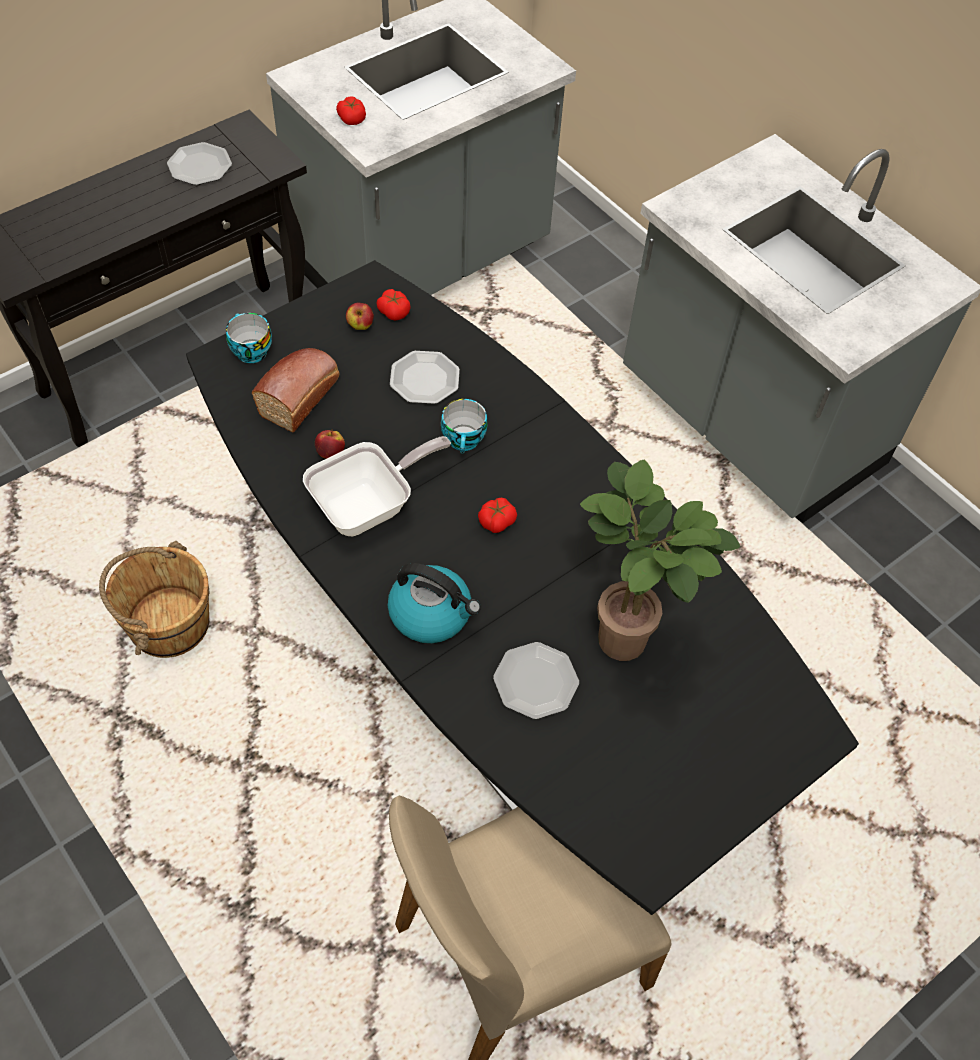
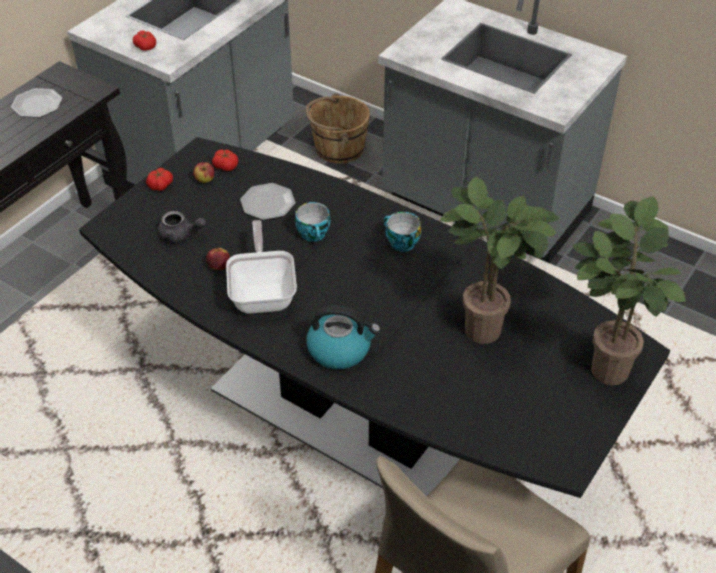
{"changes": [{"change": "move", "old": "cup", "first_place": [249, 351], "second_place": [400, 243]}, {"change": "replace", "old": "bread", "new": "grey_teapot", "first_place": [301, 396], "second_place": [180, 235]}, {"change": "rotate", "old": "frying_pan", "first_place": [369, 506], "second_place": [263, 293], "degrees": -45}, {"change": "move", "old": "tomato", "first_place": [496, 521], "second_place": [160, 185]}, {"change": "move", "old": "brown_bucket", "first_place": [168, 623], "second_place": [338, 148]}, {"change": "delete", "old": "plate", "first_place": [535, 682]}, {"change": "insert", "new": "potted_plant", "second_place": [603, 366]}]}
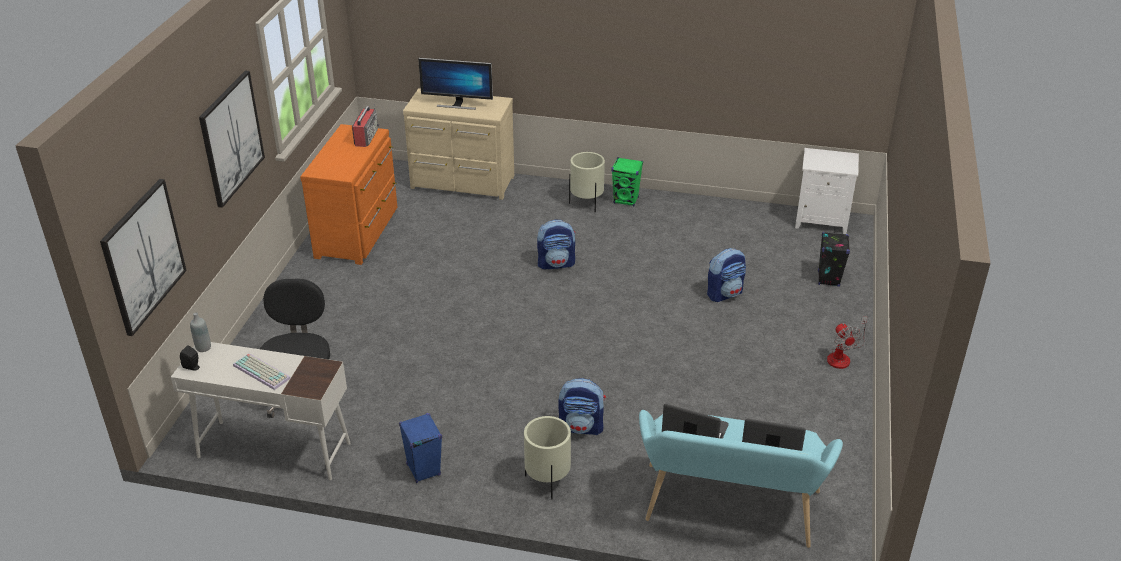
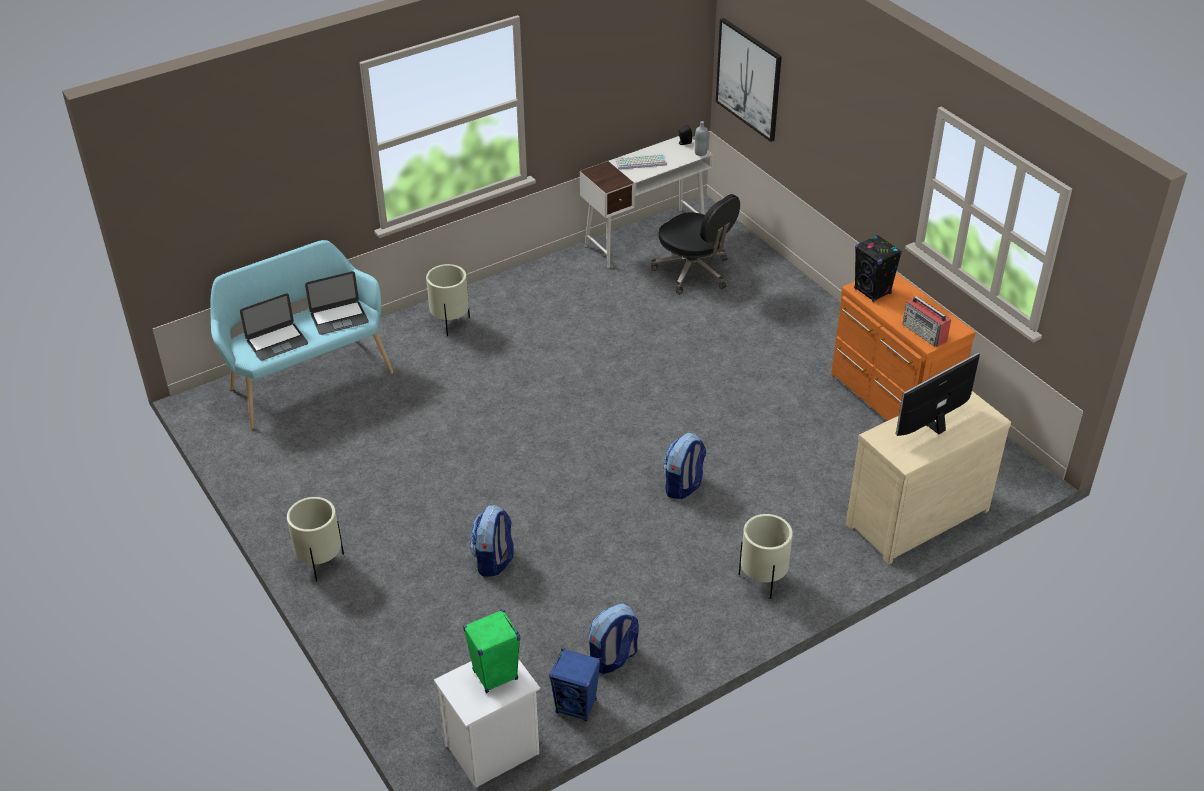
{"changes": [{"change": "delete", "old": "picture", "first_place": [231, 138]}, {"change": "move", "old": "green_speaker", "first_place": [626, 200], "second_place": [495, 675]}, {"change": "move", "old": "black_speaker", "first_place": [828, 279], "second_place": [872, 291]}, {"change": "replace", "old": "fan", "new": "beige_planter", "first_place": [842, 356], "second_place": [320, 563]}, {"change": "move", "old": "backpack", "first_place": [581, 427], "second_place": [613, 658]}, {"change": "move", "old": "blue_speaker", "first_place": [423, 469], "second_place": [576, 706]}]}
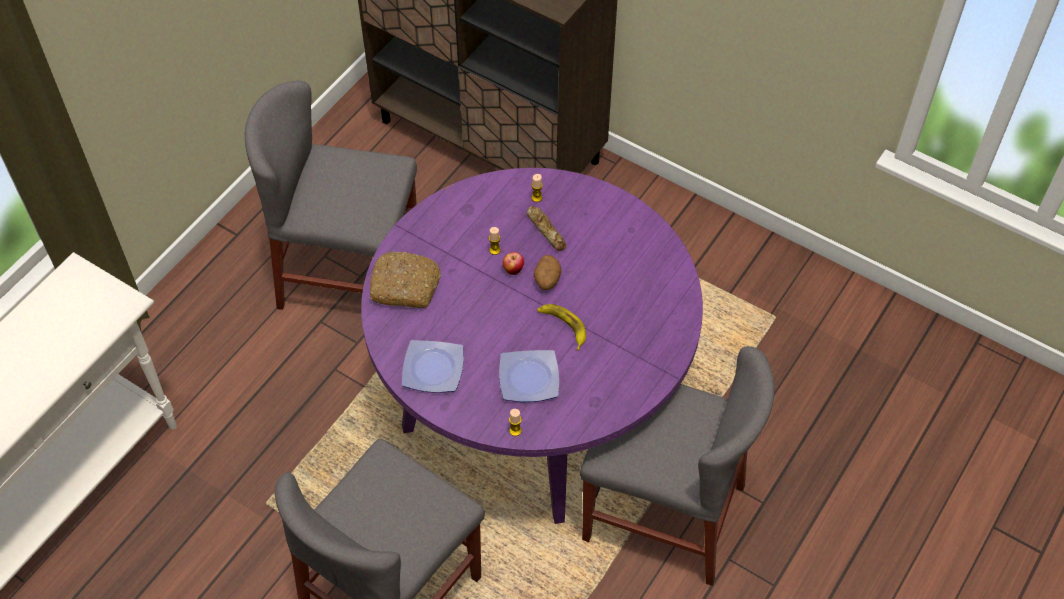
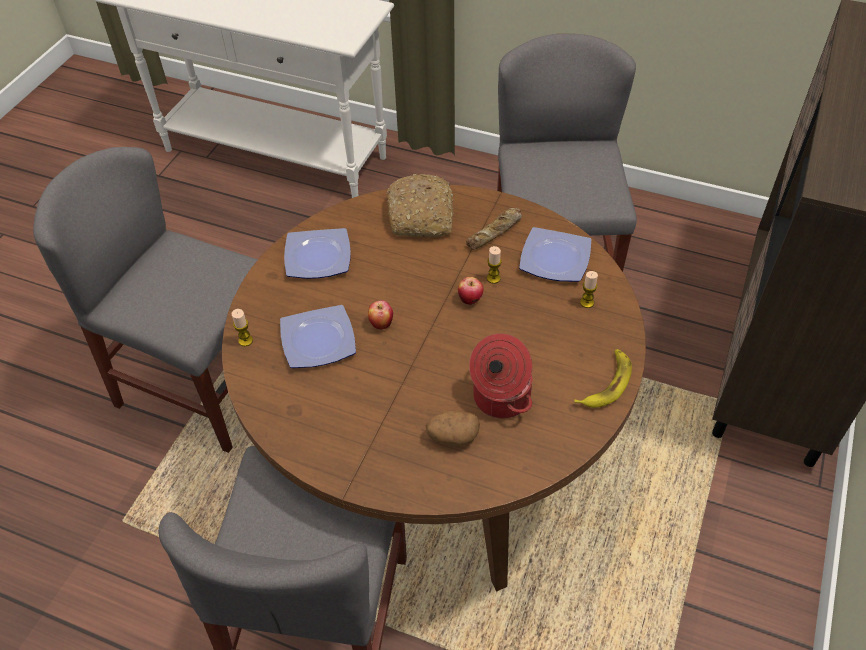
{"changes": [{"change": "recolor", "old": "purple_dining_table", "new": "brown_dining_table", "first_place": [531, 407], "second_place": [437, 460]}, {"change": "move", "old": "bread", "first_place": [546, 230], "second_place": [495, 232]}, {"change": "move", "old": "potato", "first_place": [547, 280], "second_place": [452, 437]}, {"change": "move", "old": "banana", "first_place": [563, 326], "second_place": [606, 383]}, {"change": "insert", "new": "plate", "second_place": [556, 258]}, {"change": "insert", "new": "apple", "second_place": [381, 324]}, {"change": "insert", "new": "cooking_pot", "second_place": [500, 397]}]}
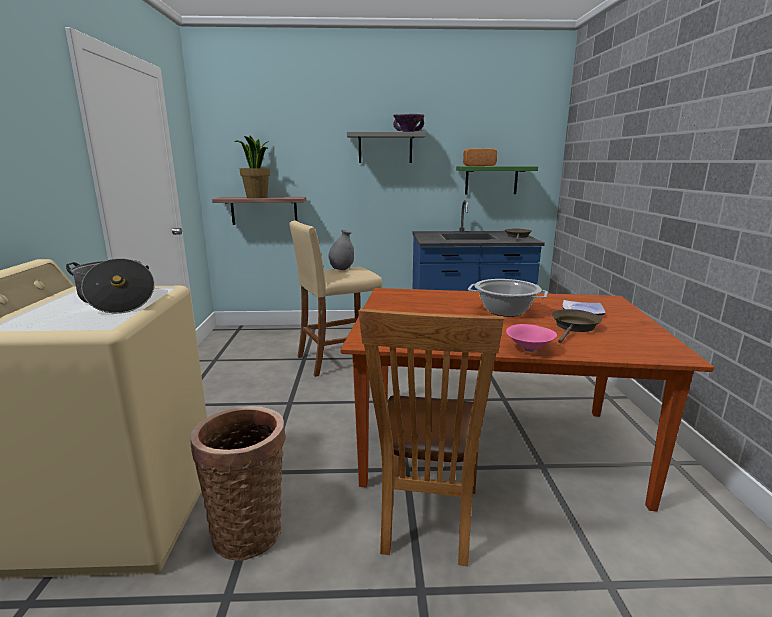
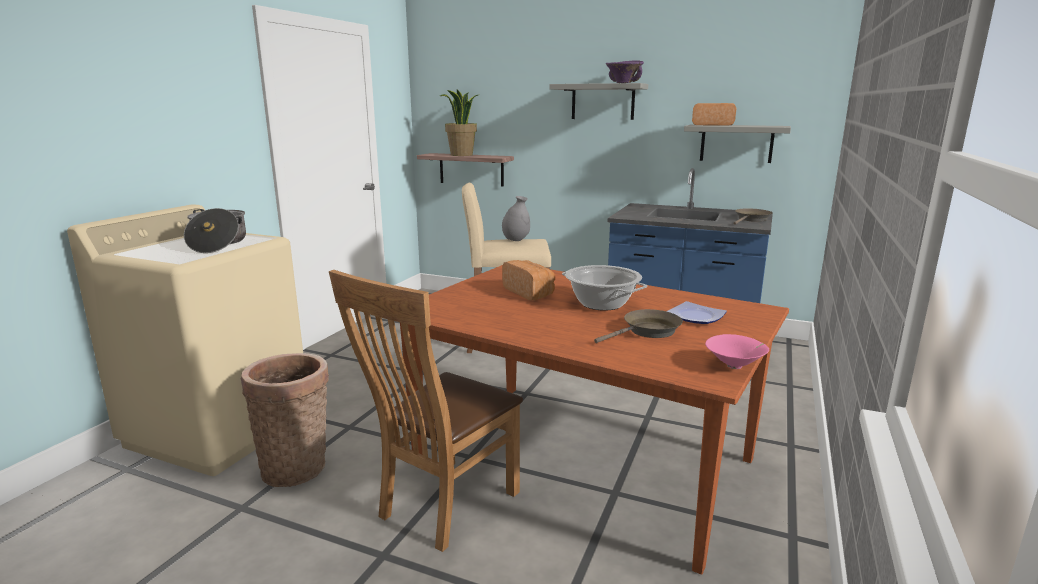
{"changes": [{"change": "recolor", "old": "green_shelf", "new": "grey_shelf", "first_place": [491, 180], "second_place": [736, 143]}, {"change": "move", "old": "pink_bowl", "first_place": [530, 349], "second_place": [735, 366]}, {"change": "insert", "new": "bread", "second_place": [529, 292]}]}
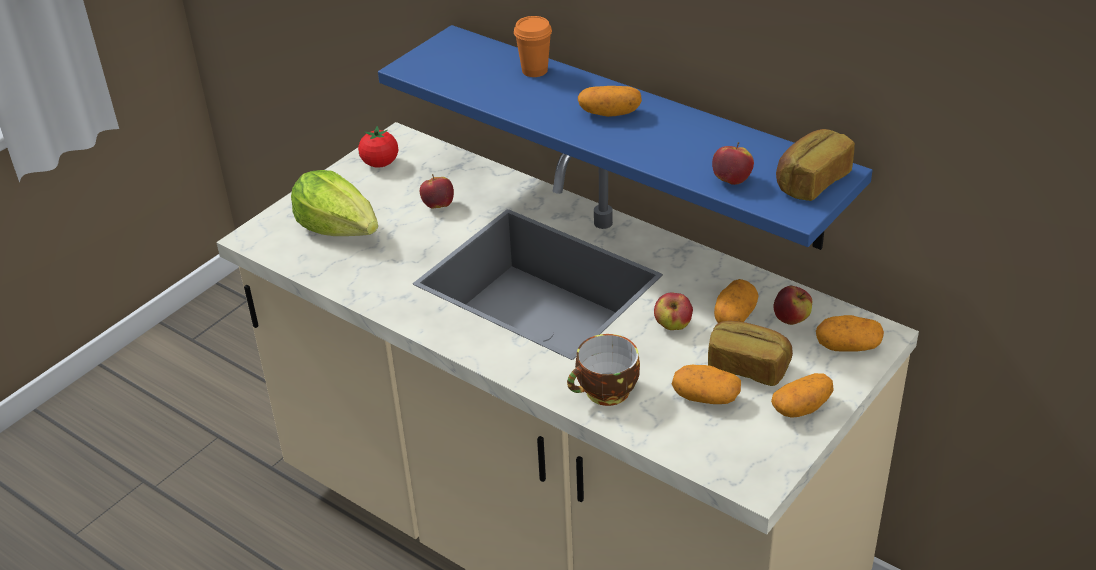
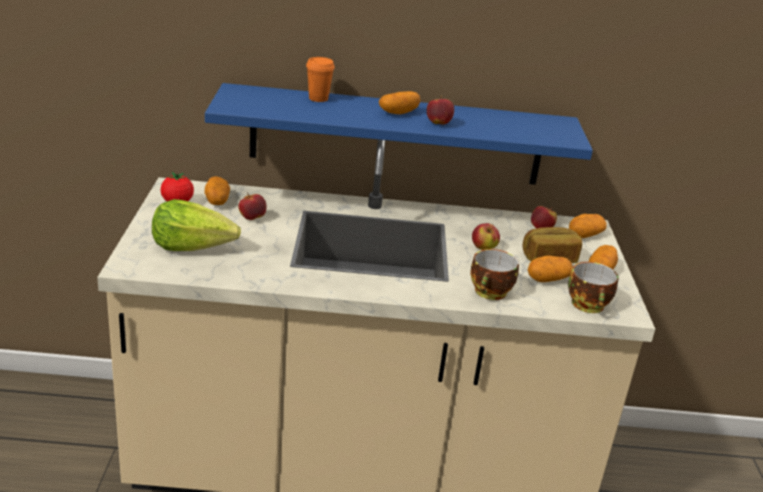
{"changes": [{"change": "delete", "old": "bread", "first_place": [811, 181]}, {"change": "move", "old": "apple", "first_place": [731, 180], "second_place": [438, 123]}, {"change": "move", "old": "potato", "first_place": [734, 316], "second_place": [217, 200]}, {"change": "insert", "new": "cup", "second_place": [589, 306]}]}
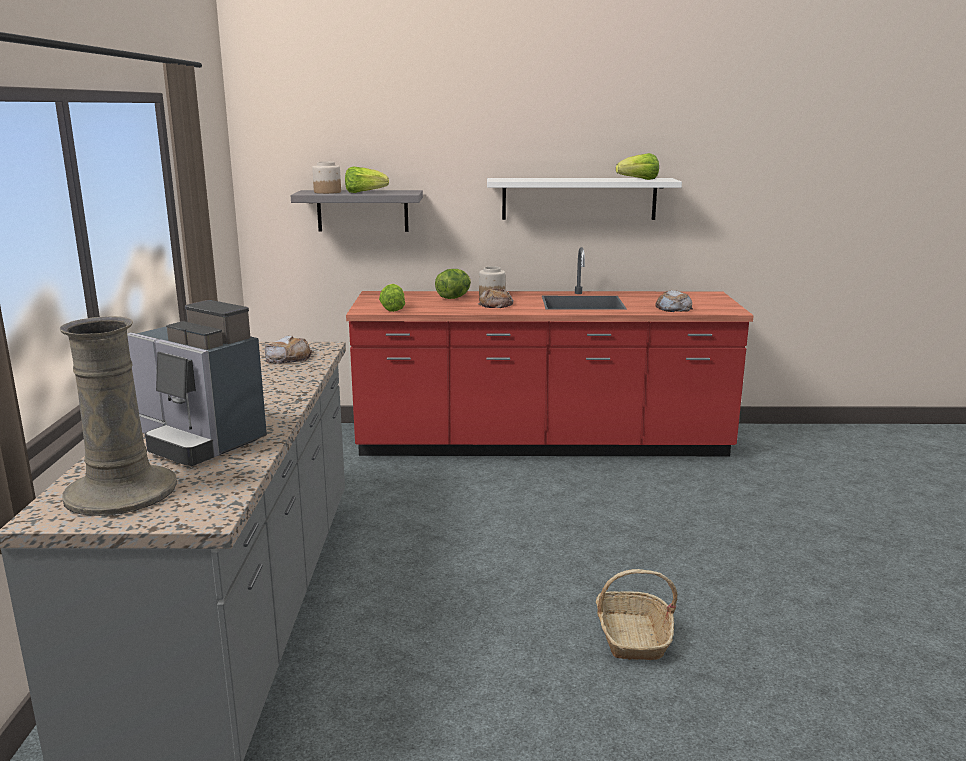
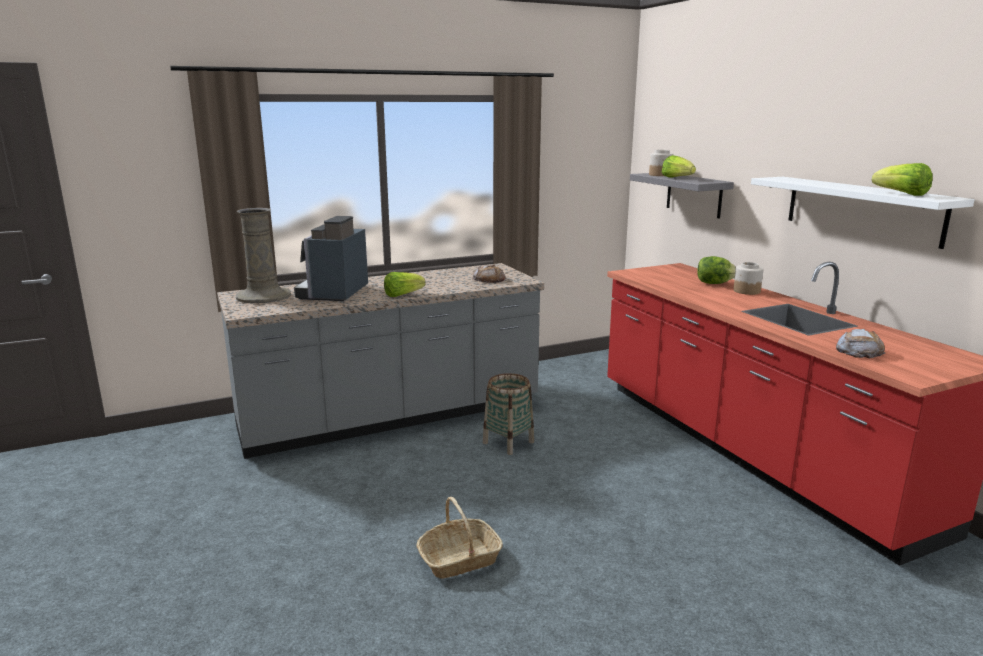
{"changes": [{"change": "move", "old": "lettuce", "first_place": [393, 308], "second_place": [402, 295]}, {"change": "delete", "old": "bread", "first_place": [496, 304]}, {"change": "insert", "new": "basket", "second_place": [508, 442]}]}
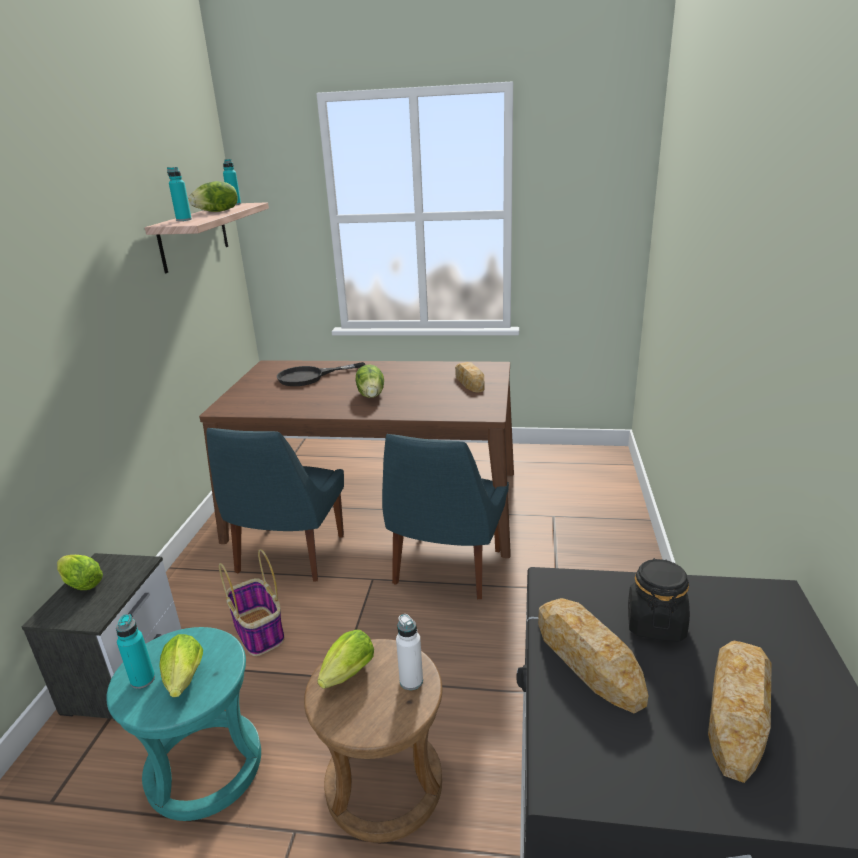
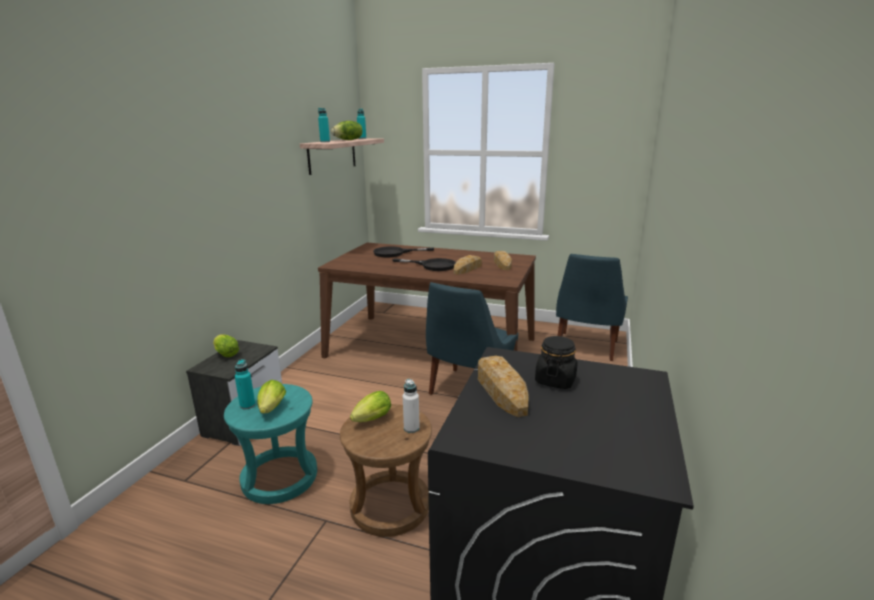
{"changes": [{"change": "replace", "old": "lettuce", "new": "black_frying_pan", "first_place": [372, 395], "second_place": [432, 265]}, {"change": "move", "old": "blue_chair", "first_place": [289, 556], "second_place": [586, 347]}, {"change": "delete", "old": "basket", "first_place": [259, 632]}, {"change": "move", "old": "bread", "first_place": [737, 711], "second_place": [467, 269]}]}
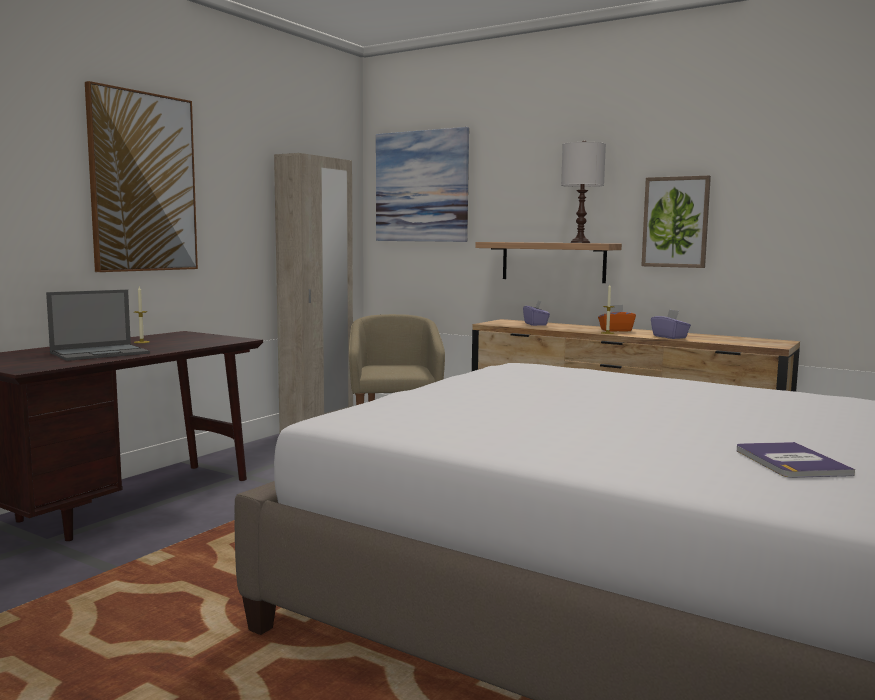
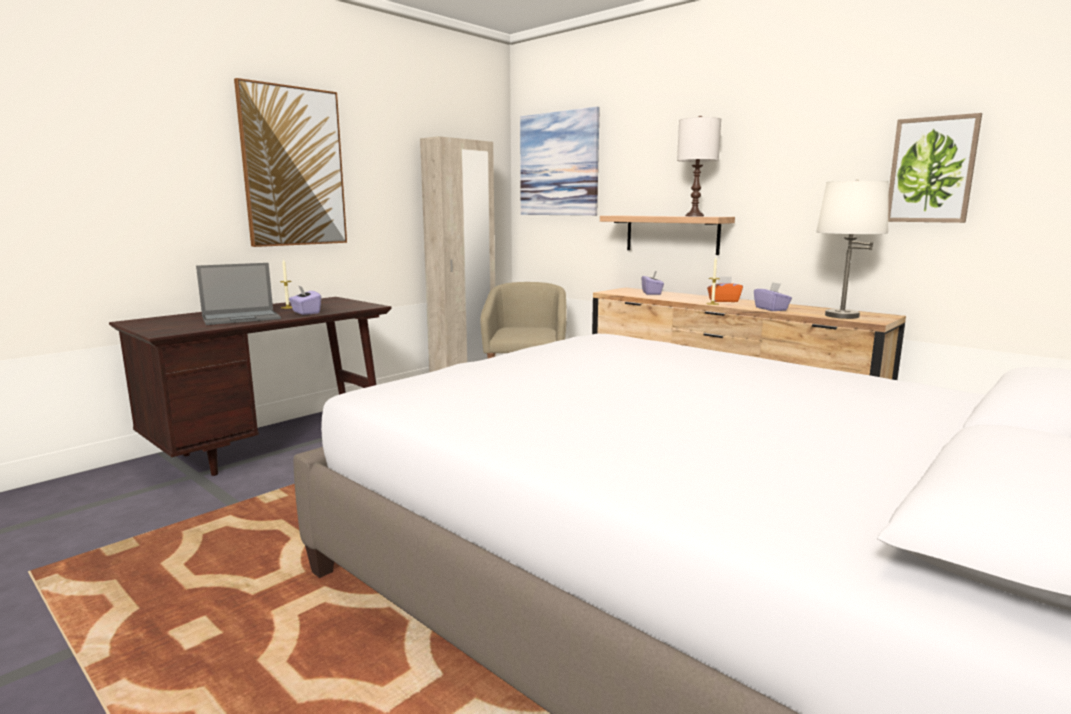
{"changes": [{"change": "move", "old": "picture", "first_place": [675, 222], "second_place": [931, 170]}, {"change": "delete", "old": "book", "first_place": [790, 462]}, {"change": "insert", "new": "white_table_lamp", "second_place": [841, 316]}, {"change": "insert", "new": "purple_tissue_box", "second_place": [305, 312]}]}
